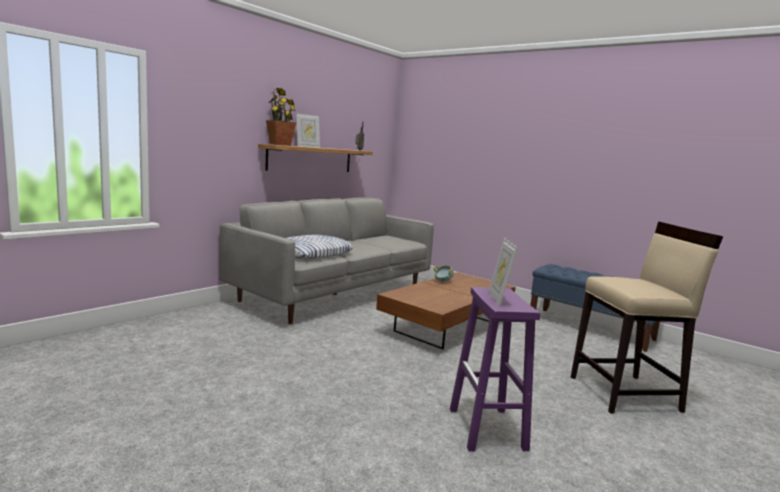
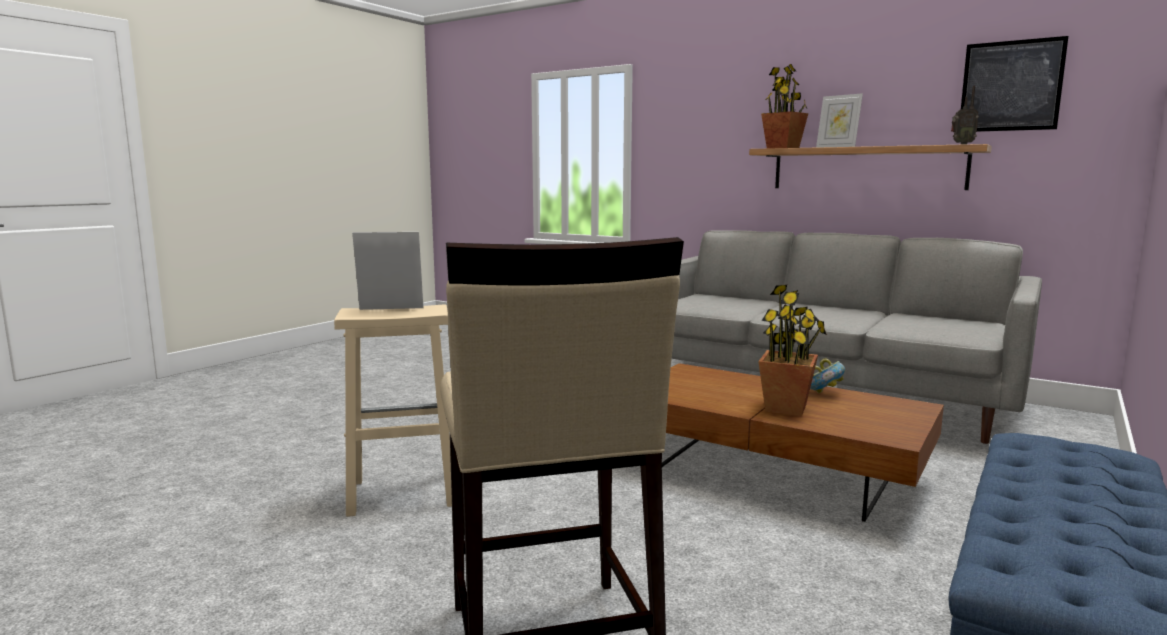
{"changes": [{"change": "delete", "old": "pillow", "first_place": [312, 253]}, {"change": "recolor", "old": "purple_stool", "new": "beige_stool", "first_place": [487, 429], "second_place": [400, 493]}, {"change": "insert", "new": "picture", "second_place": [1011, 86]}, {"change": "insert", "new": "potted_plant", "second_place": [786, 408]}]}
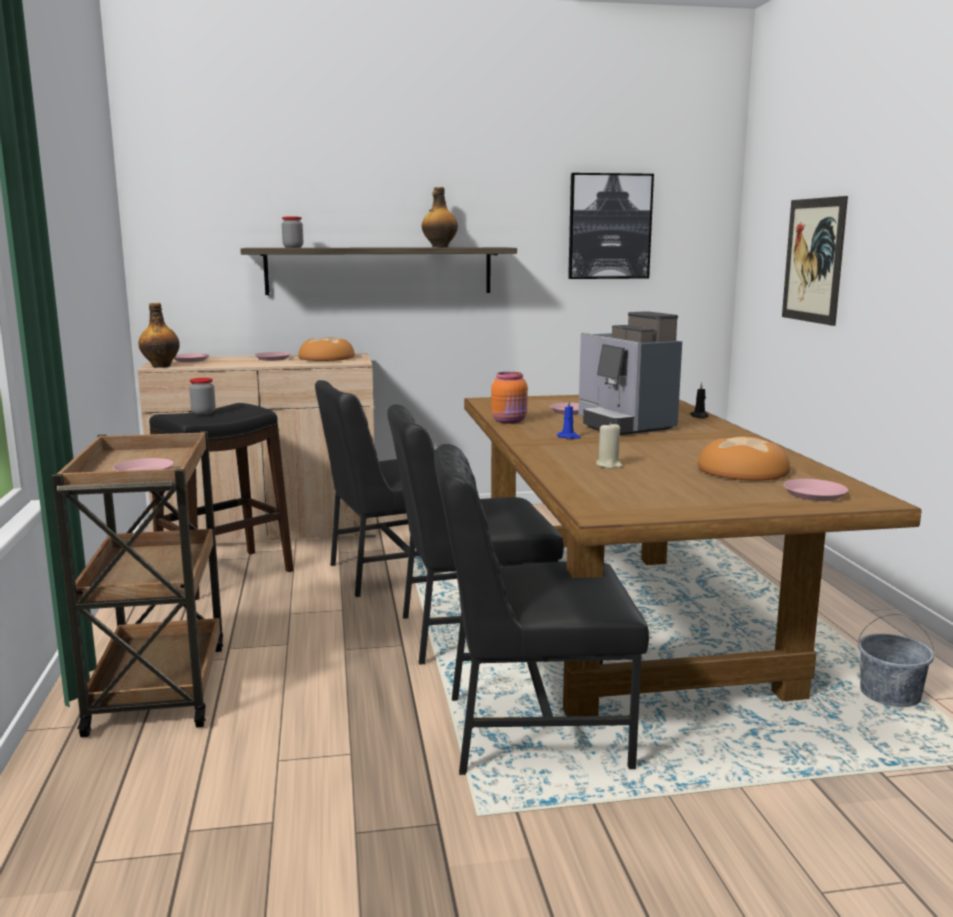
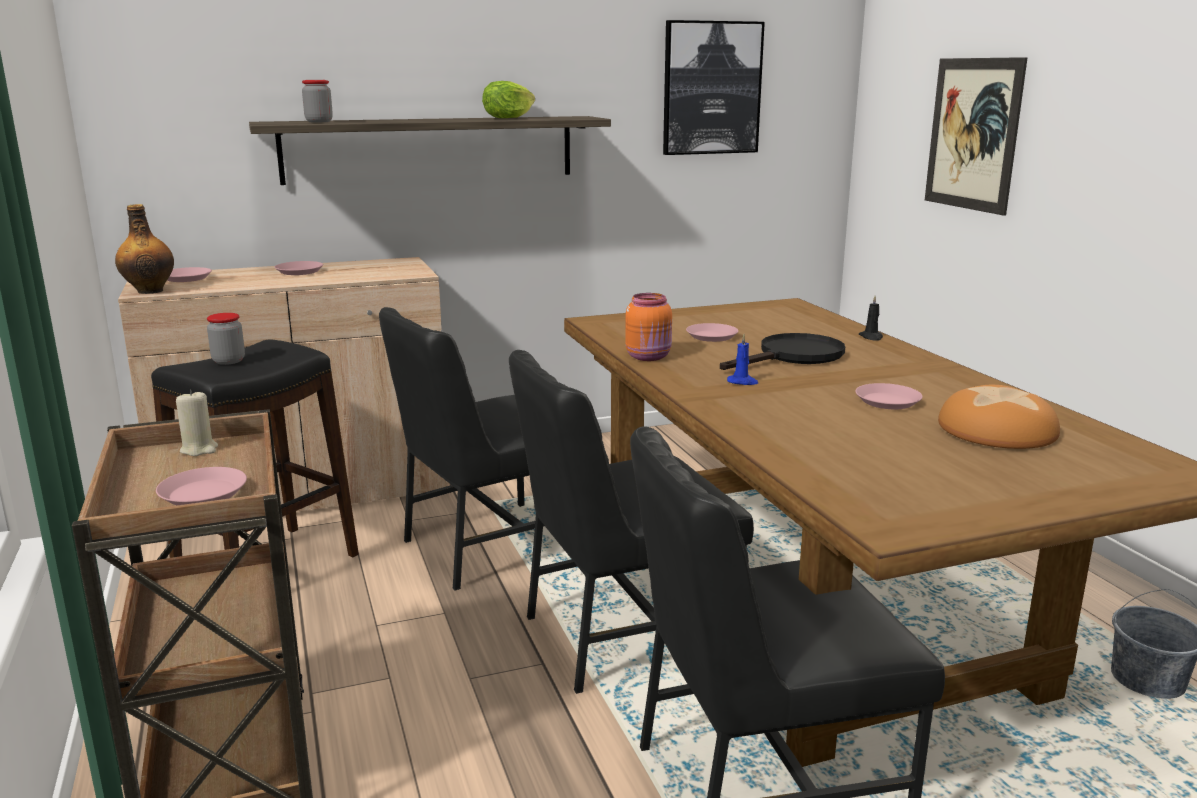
{"changes": [{"change": "replace", "old": "bottle", "new": "lettuce", "first_place": [439, 247], "second_place": [508, 117]}, {"change": "replace", "old": "coffee_machine", "new": "black_frying_pan", "first_place": [623, 425], "second_place": [793, 357]}, {"change": "delete", "old": "bread", "first_place": [326, 358]}, {"change": "move", "old": "beige_candle", "first_place": [609, 465], "second_place": [199, 449]}, {"change": "move", "old": "pink_plate", "first_place": [815, 494], "second_place": [888, 401]}]}
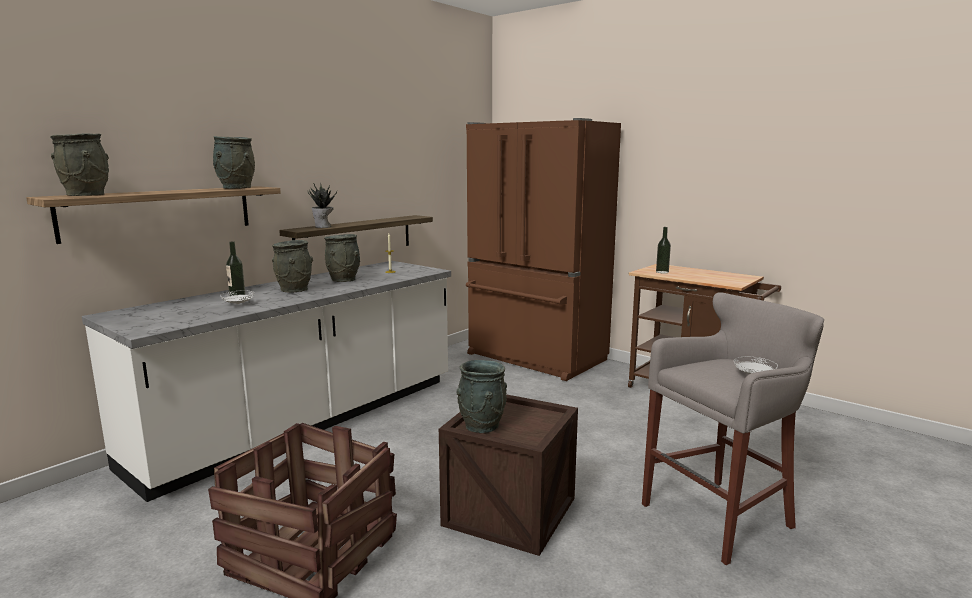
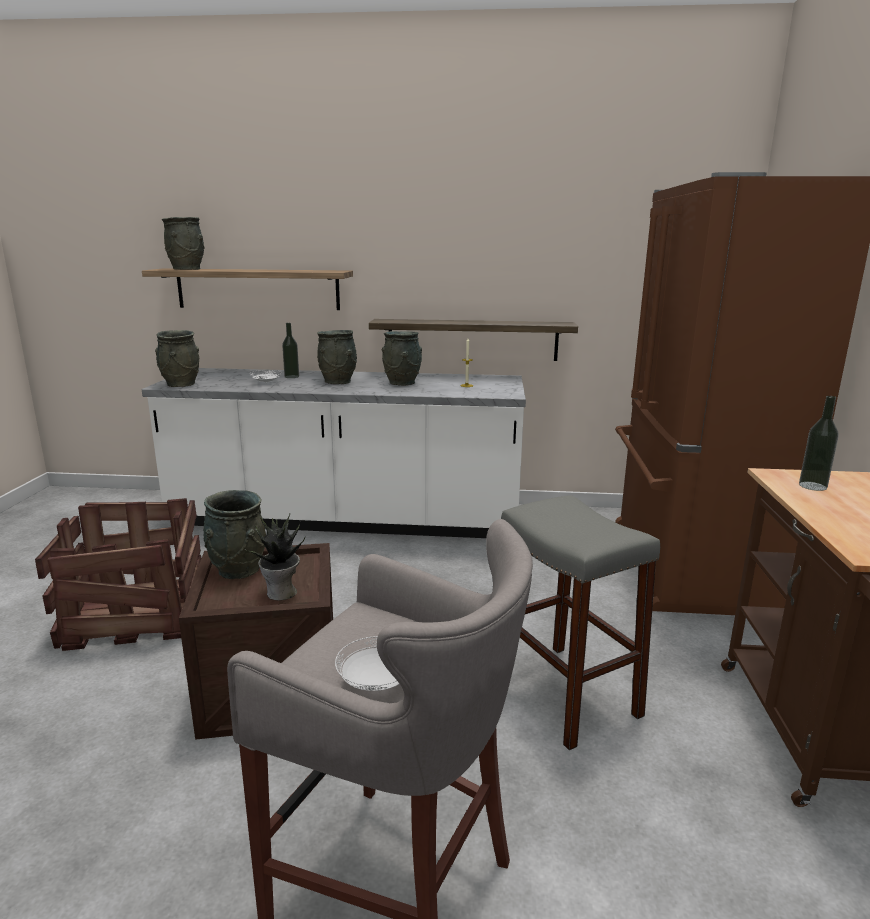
{"changes": [{"change": "move", "old": "grey_vase", "first_place": [236, 188], "second_place": [180, 384]}, {"change": "move", "old": "potted_plant", "first_place": [323, 227], "second_place": [281, 593]}, {"change": "insert", "new": "grey_stool", "second_place": [563, 693]}]}
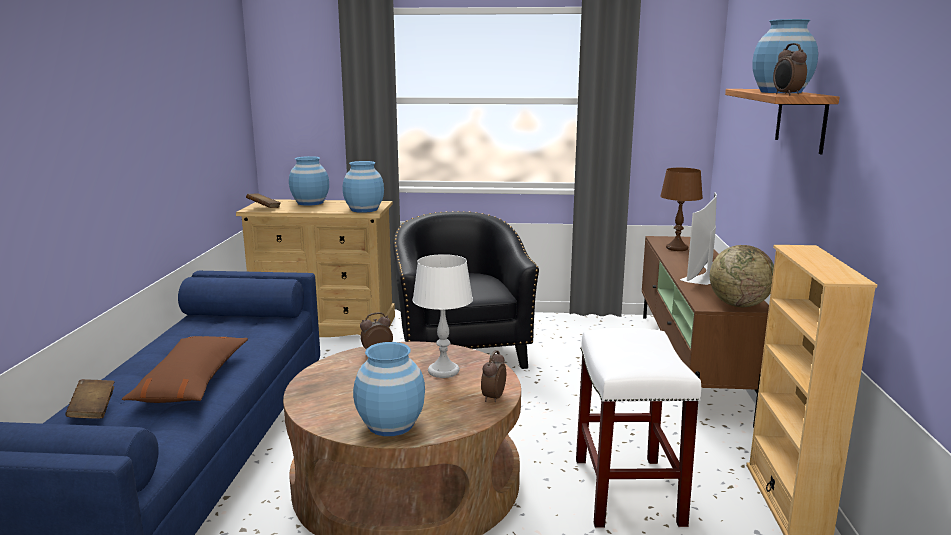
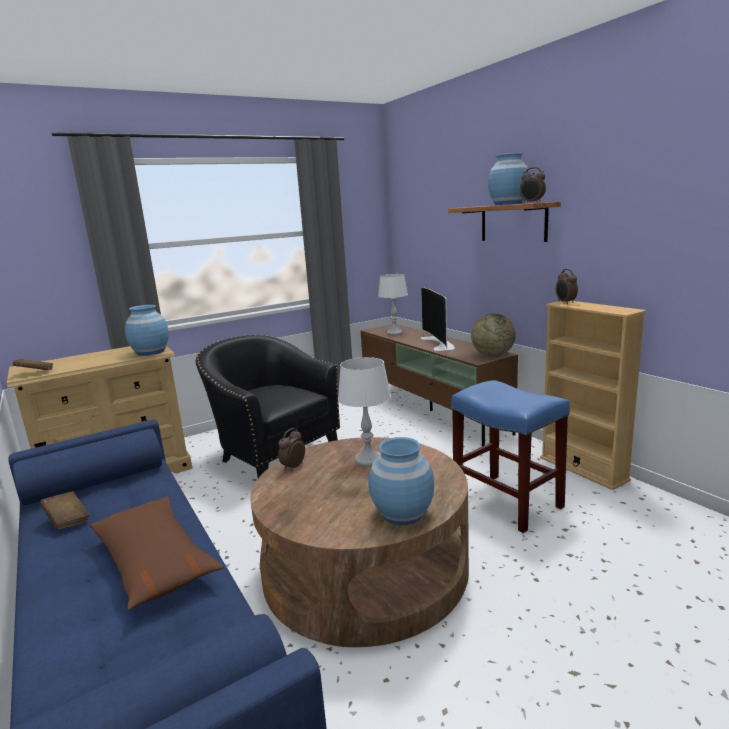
{"changes": [{"change": "delete", "old": "blue_vase", "first_place": [310, 203]}, {"change": "recolor", "old": "brown_table_lamp", "new": "white_table_lamp", "first_place": [677, 248], "second_place": [395, 333]}, {"change": "recolor", "old": "white_stool", "new": "blue_stool", "first_place": [628, 492], "second_place": [508, 502]}, {"change": "move", "old": "alarm_clock", "first_place": [492, 398], "second_place": [565, 302]}, {"change": "move", "old": "brown_book", "first_place": [93, 410], "second_place": [67, 520]}]}
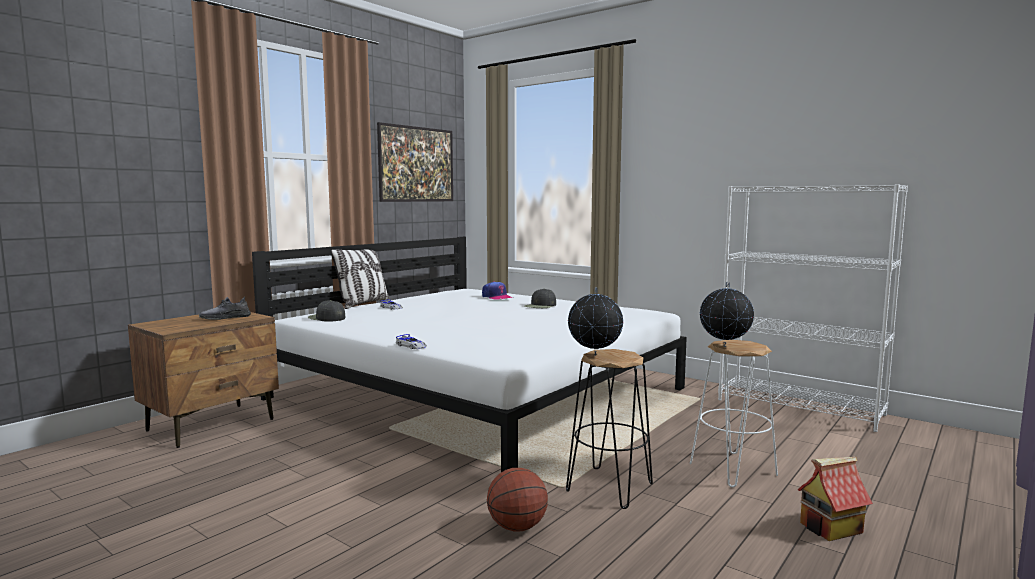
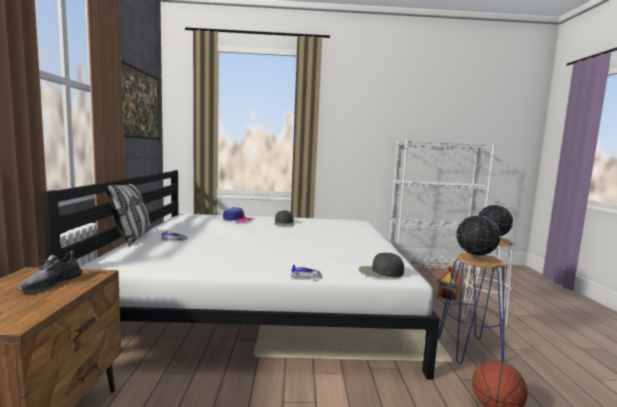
{"changes": [{"change": "move", "old": "black_cap", "first_place": [326, 318], "second_place": [380, 272]}, {"change": "recolor", "old": "black_stool", "new": "blue_stool", "first_place": [610, 487], "second_place": [469, 350]}, {"change": "move", "old": "toy_house", "first_place": [831, 528], "second_place": [448, 295]}]}
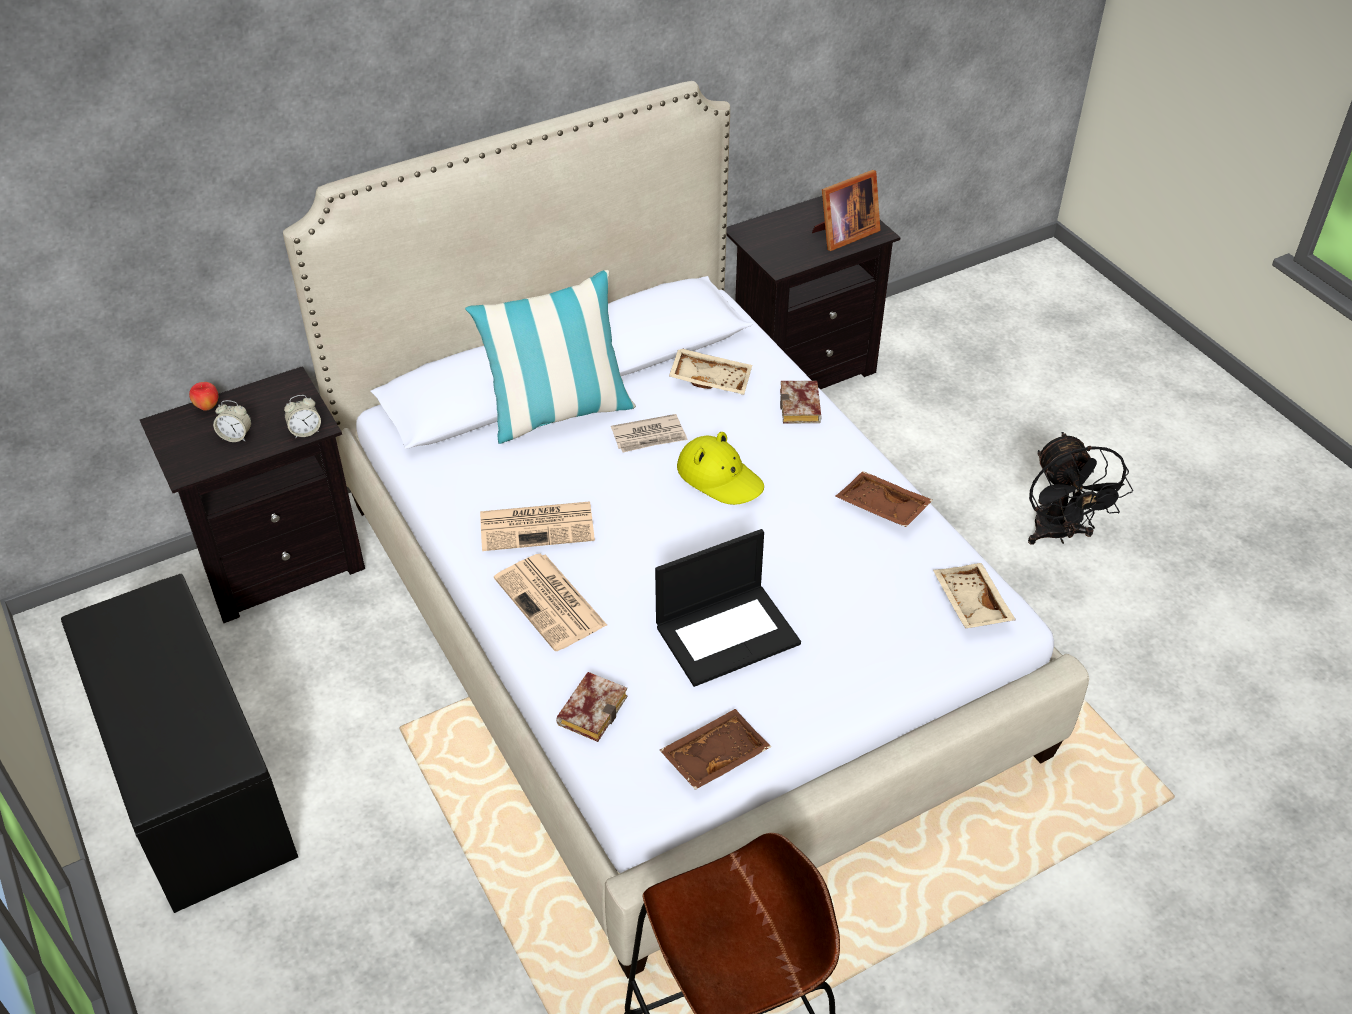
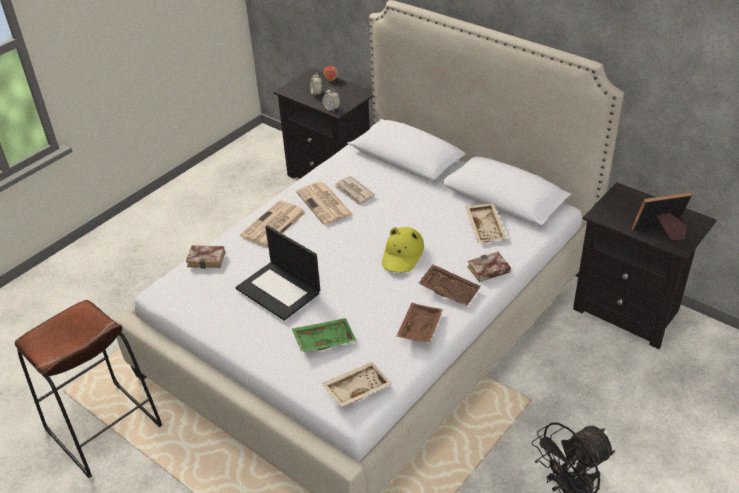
{"changes": [{"change": "rotate", "old": "picture_frame", "first_place": [843, 235], "second_place": [660, 232], "degrees": 135}, {"change": "delete", "old": "pillow", "first_place": [558, 413]}, {"change": "move", "old": "newspaper", "first_place": [649, 436], "second_place": [354, 192]}, {"change": "delete", "old": "black_bench", "first_place": [193, 780]}, {"change": "move", "old": "brown_tray", "first_place": [714, 755], "second_place": [449, 290]}, {"change": "insert", "new": "green_tray", "second_place": [324, 340]}]}
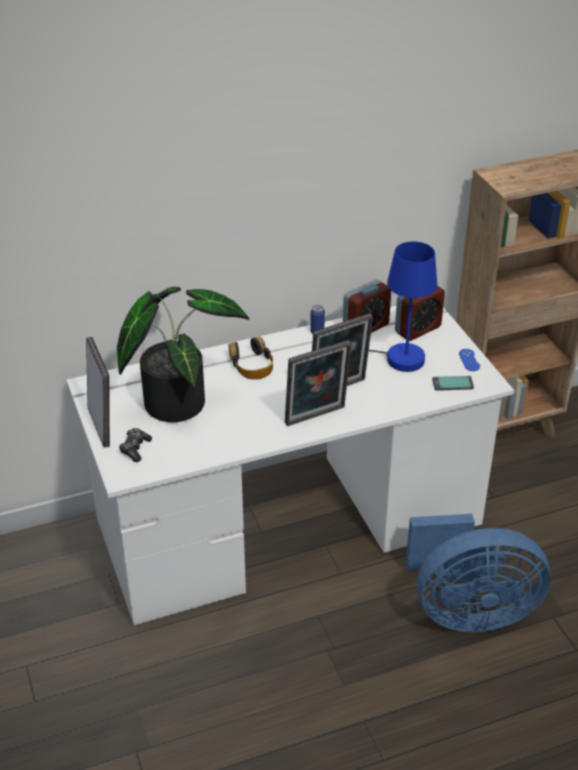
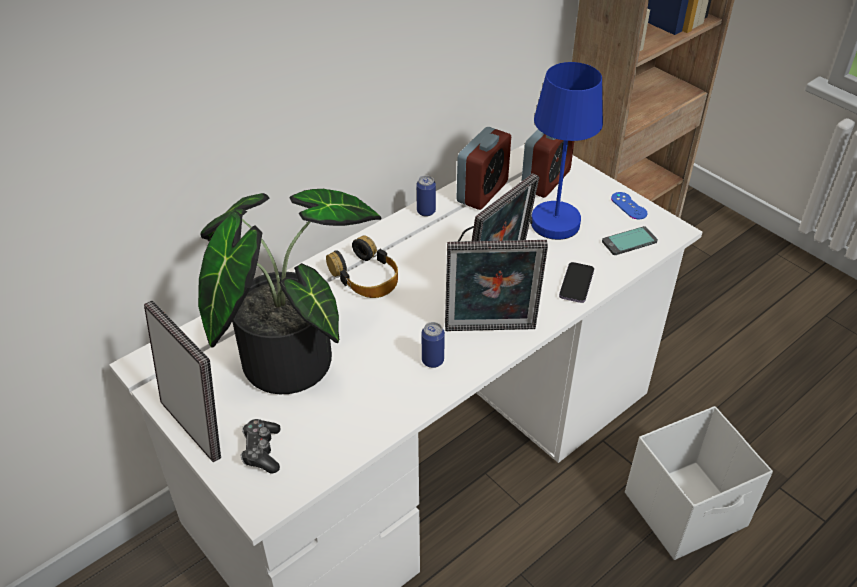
{"changes": [{"change": "rotate", "old": "picture_frame", "first_place": [316, 417], "second_place": [490, 331], "degrees": 45}, {"change": "replace", "old": "blue_fan", "new": "white_storage_box", "first_place": [468, 611], "second_place": [686, 510]}, {"change": "insert", "new": "phone", "second_place": [576, 284]}, {"change": "insert", "new": "can", "second_place": [432, 361]}]}
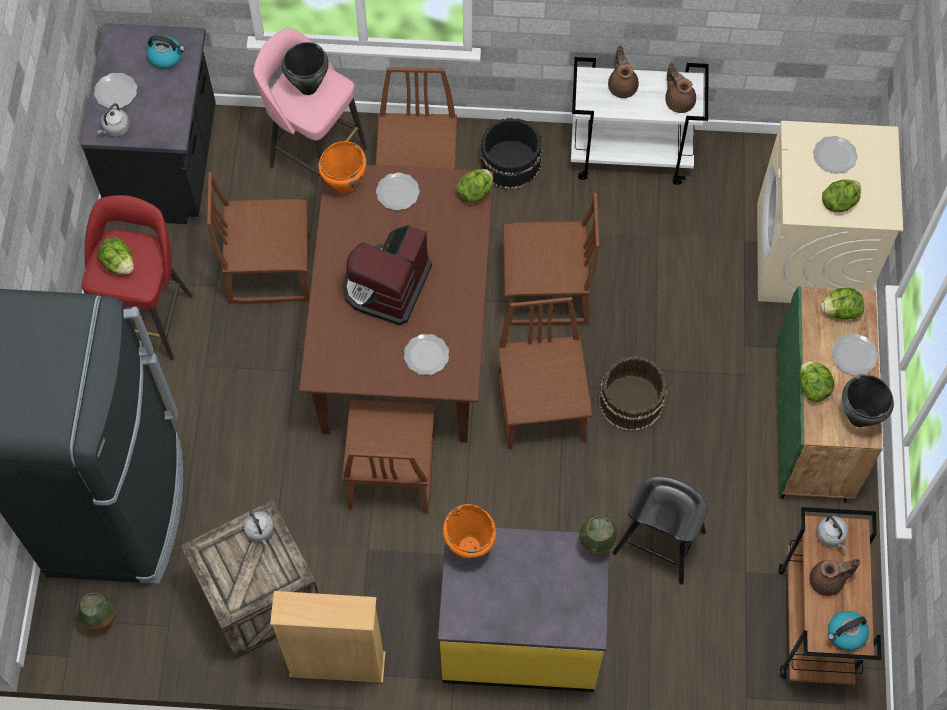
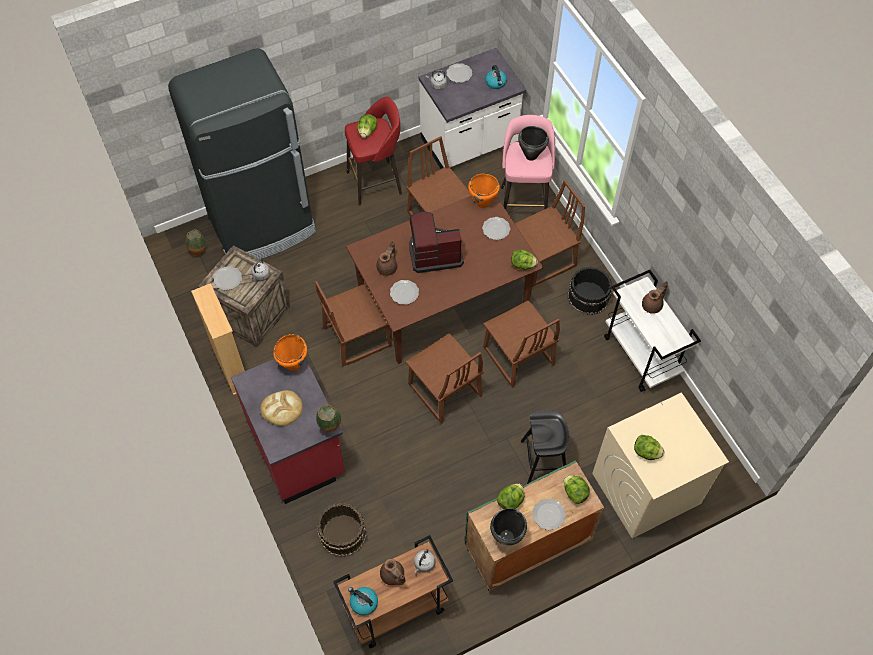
{"changes": [{"change": "recolor", "old": "black_counter", "new": "white_counter", "first_place": [167, 165], "second_place": [469, 143]}, {"change": "move", "old": "brown_teapot", "first_place": [679, 100], "second_place": [387, 267]}, {"change": "move", "old": "plate", "first_place": [834, 155], "second_place": [228, 278]}, {"change": "rotate", "old": "brown_chair", "first_place": [542, 407], "second_place": [444, 391], "degrees": 90}, {"change": "move", "old": "brown_bucket", "first_place": [630, 401], "second_place": [343, 533]}, {"change": "move", "old": "black_stool", "first_place": [659, 542], "second_place": [544, 461]}, {"change": "recolor", "old": "yellow_counter", "new": "red_counter", "first_place": [520, 635], "second_place": [298, 449]}, {"change": "insert", "new": "bread", "second_place": [282, 409]}]}
